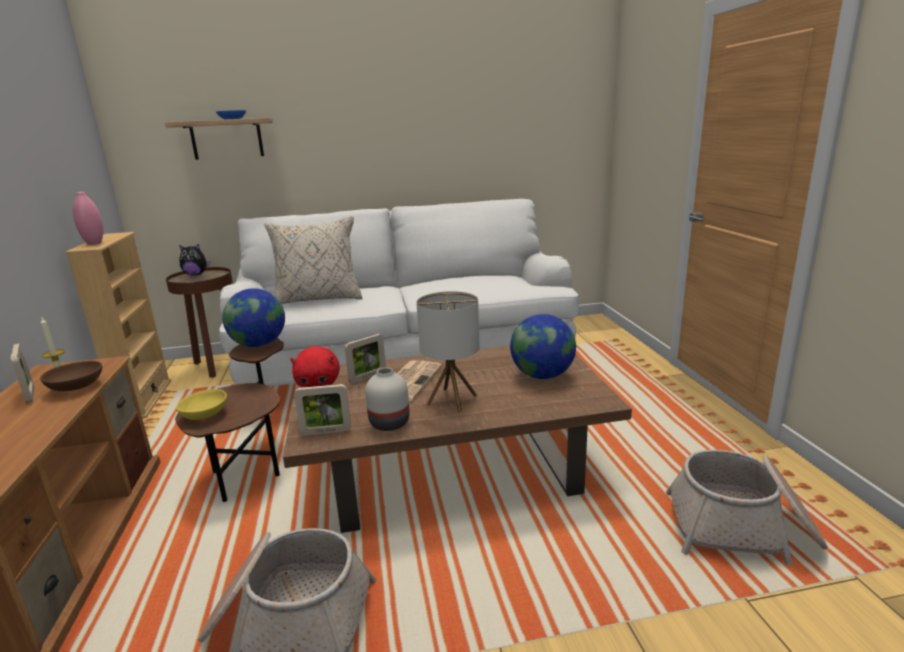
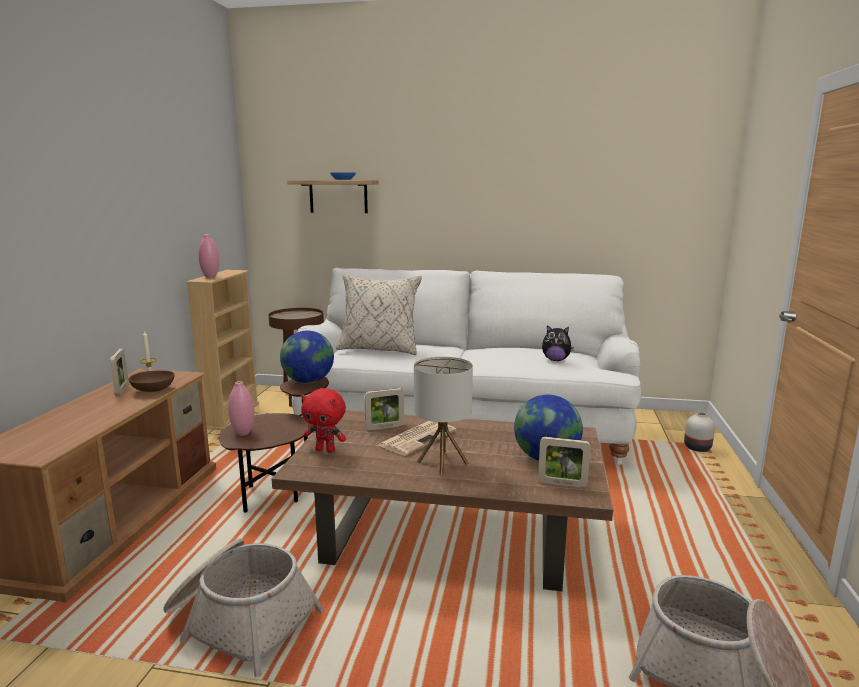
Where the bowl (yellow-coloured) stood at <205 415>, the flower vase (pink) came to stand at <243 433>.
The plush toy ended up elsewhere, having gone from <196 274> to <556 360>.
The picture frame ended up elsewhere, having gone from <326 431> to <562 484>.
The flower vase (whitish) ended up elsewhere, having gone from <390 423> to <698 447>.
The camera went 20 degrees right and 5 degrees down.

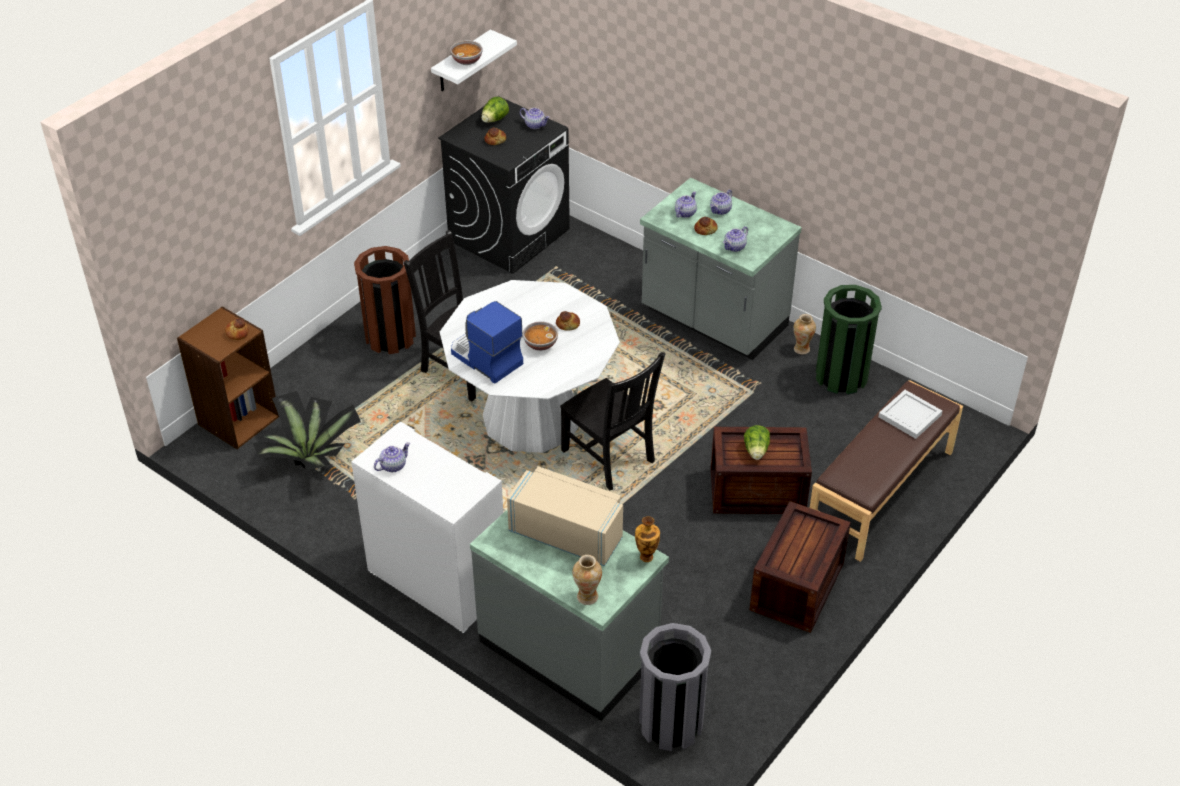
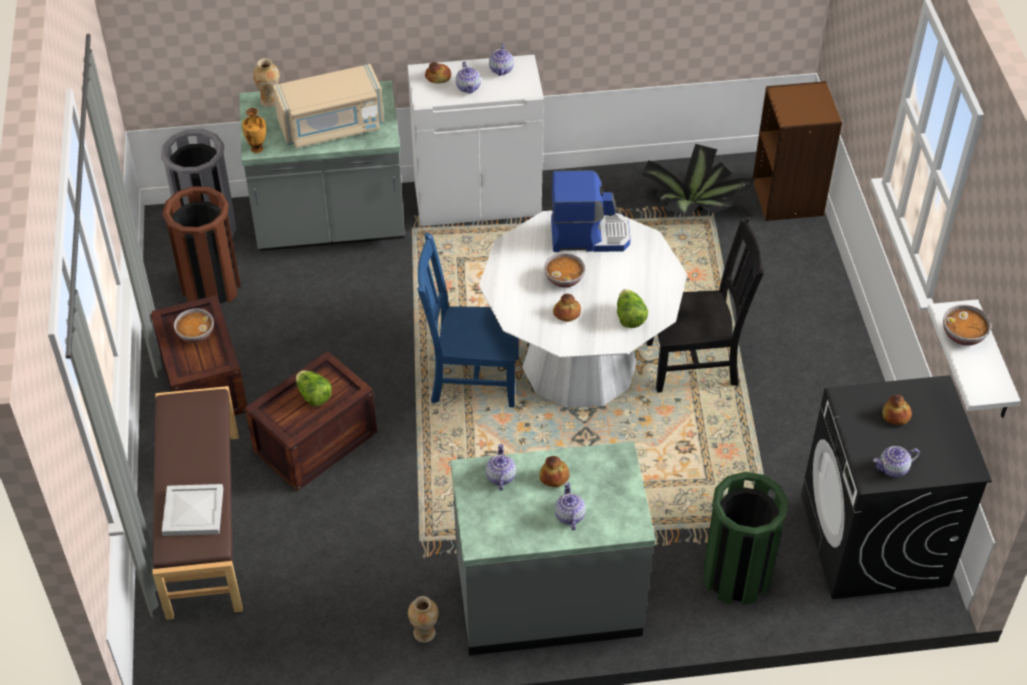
The bread ended up elsewhere, having gone from <237 333> to <438 77>.
The trash can (brown-coloured) ended up elsewhere, having gone from <390 337> to <211 287>.
The lettuce ended up elsewhere, having gone from <494 120> to <629 317>.
What was the plain chair (blackish) at <610 458> turned into the plain chair (blue-coloured) at <471 378>.
The pot for tea ended up elsewhere, having gone from <685 213> to <468 87>.
The trash can (green-coloured) ended up elsewhere, having gone from <841 376> to <736 576>.
The second view gained the bowl at <195 334>.
The camera went 135 degrees right and 5 degrees up.

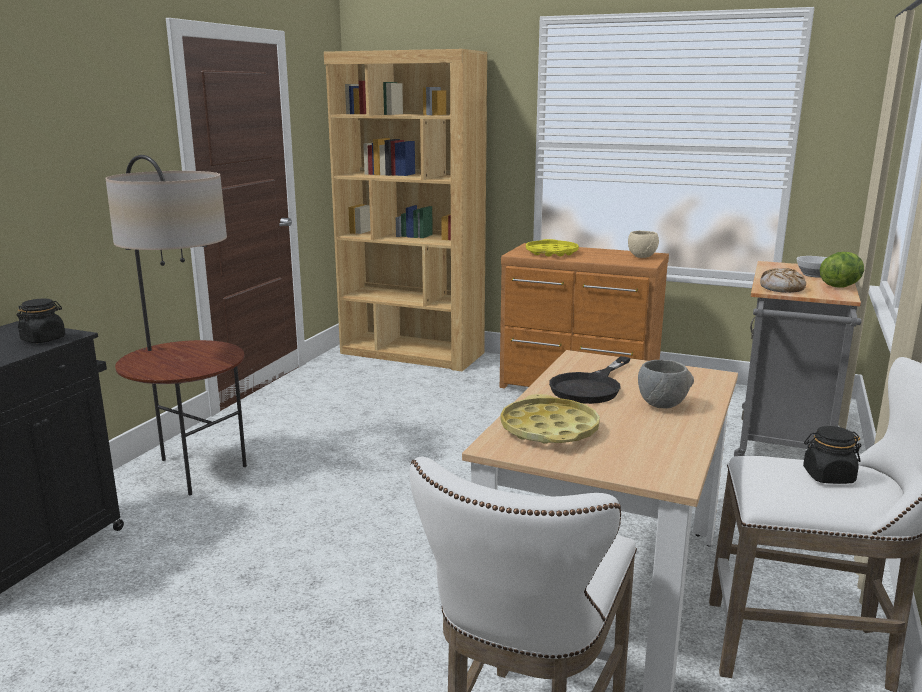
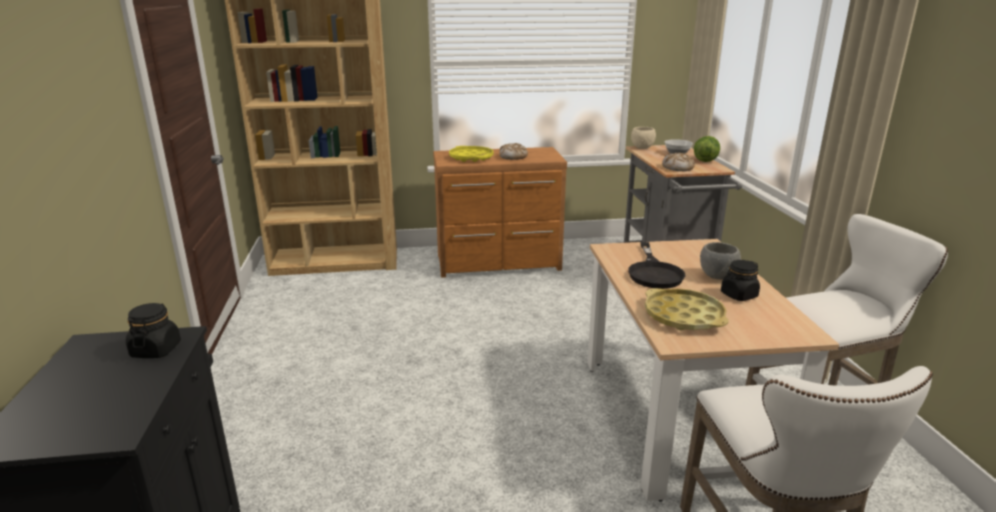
The second view lost the standard lamp at <194 471>.
The bowl (beige) ended up elsewhere, having gone from <642 257> to <642 148>.
The storage jar (blackish) ended up elsewhere, having gone from <828 476> to <738 295>.
The second view gained the bread at <513 157>.
The camera went 30 degrees left and 5 degrees up.

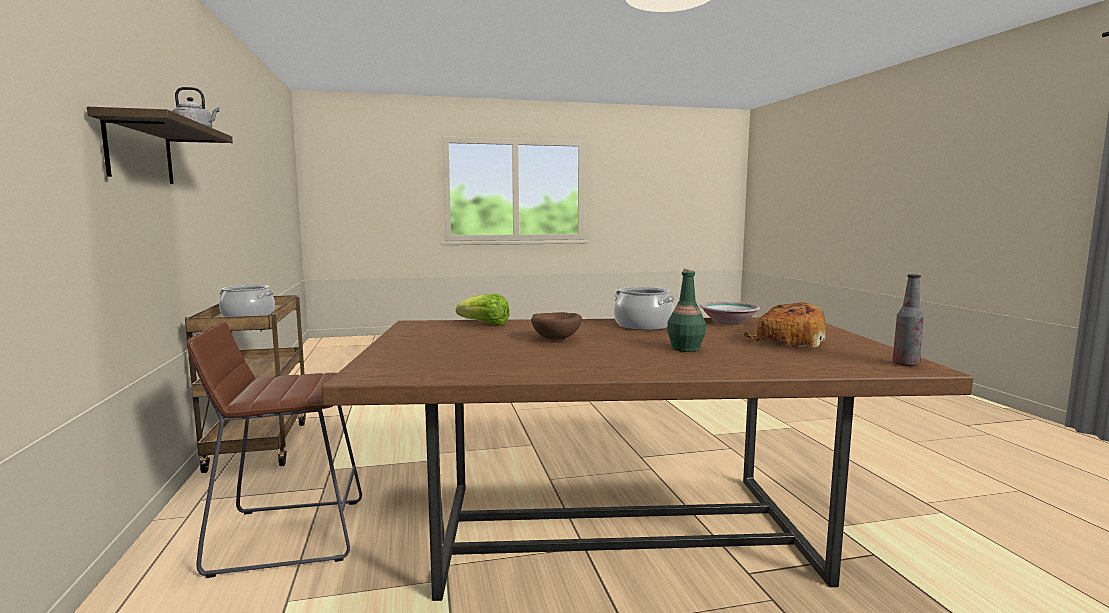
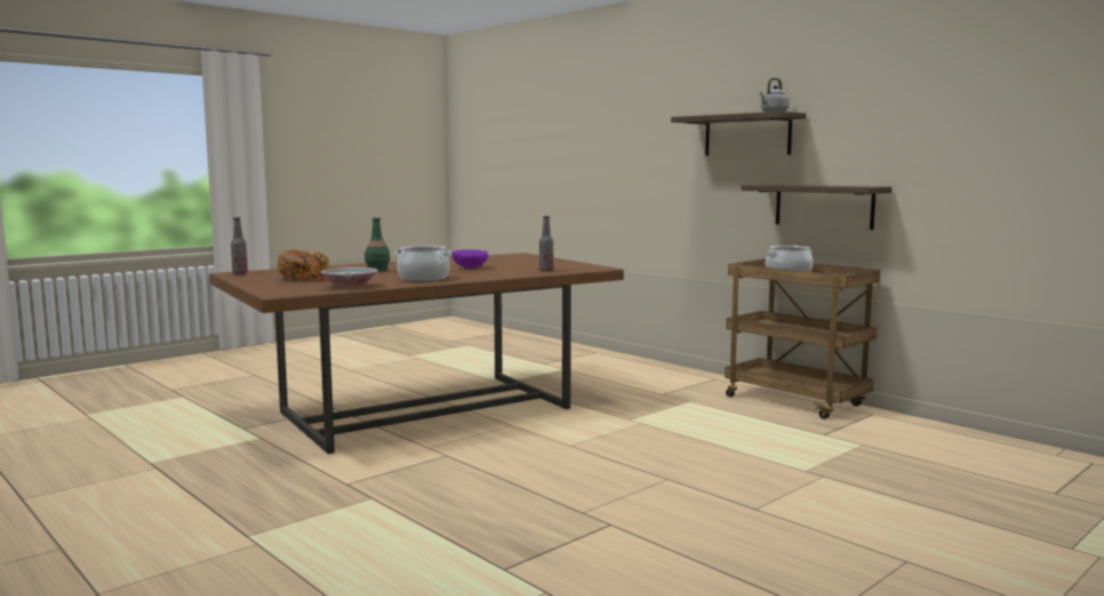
The second view lost the stool (brown-coloured) at <288 535>.
Where the lettuce stood at <485 325>, the beverage bottle came to stand at <546 270>.
What was the bowl (brown-coloured) at <557 339> turned into the bowl (purple) at <469 268>.
The second view gained the shelf at <823 206>.
The camera went 150 degrees right and 0 degrees up.

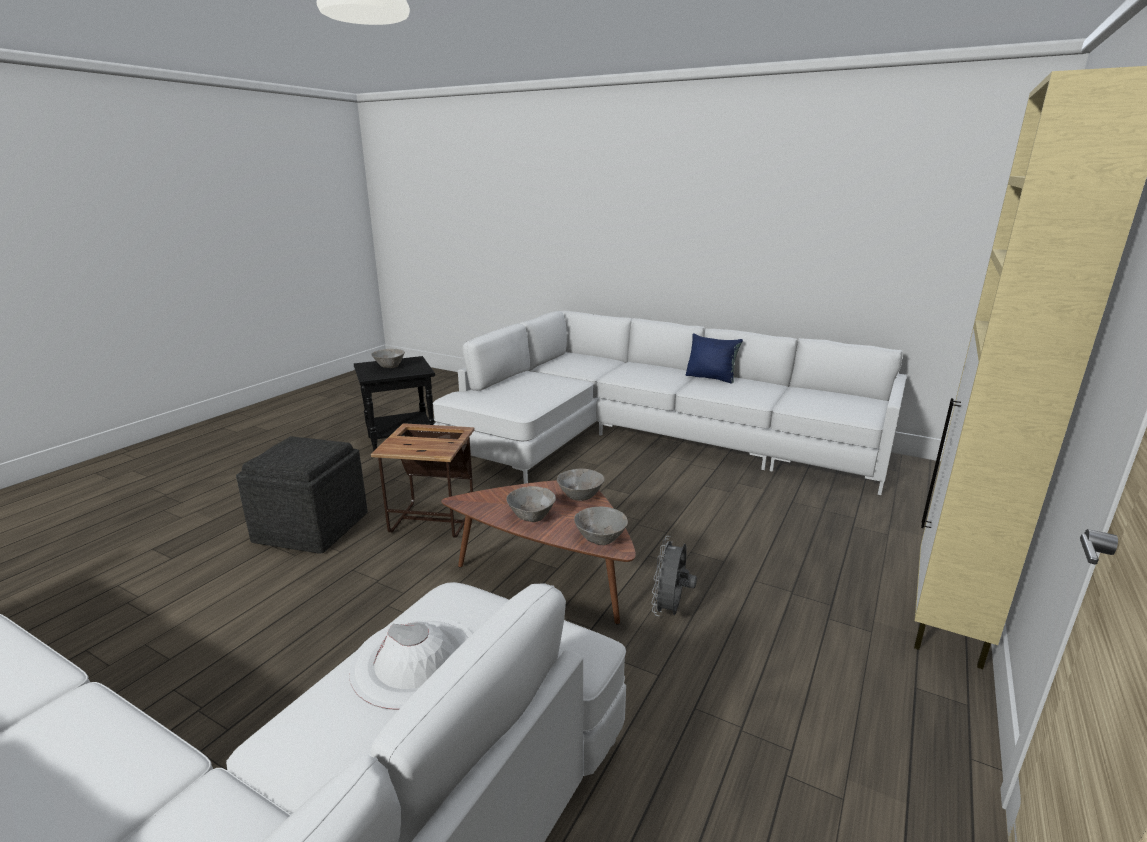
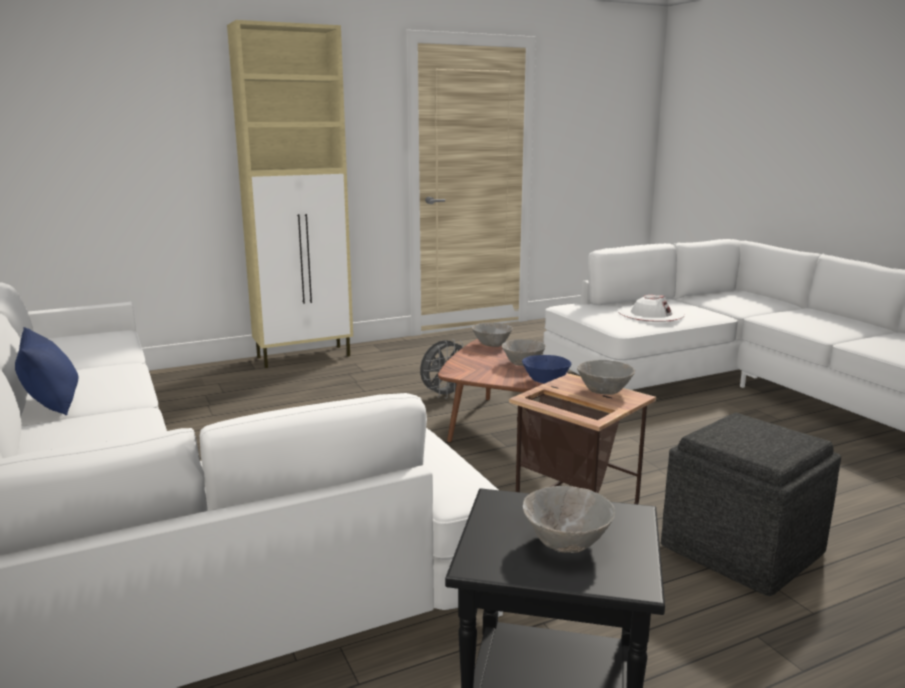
The bowl (grey) ended up elsewhere, having gone from <580 496> to <605 391>.
The second view gained the bowl (blue-coloured) at <545 381>.
The camera went 145 degrees left and 5 degrees down.

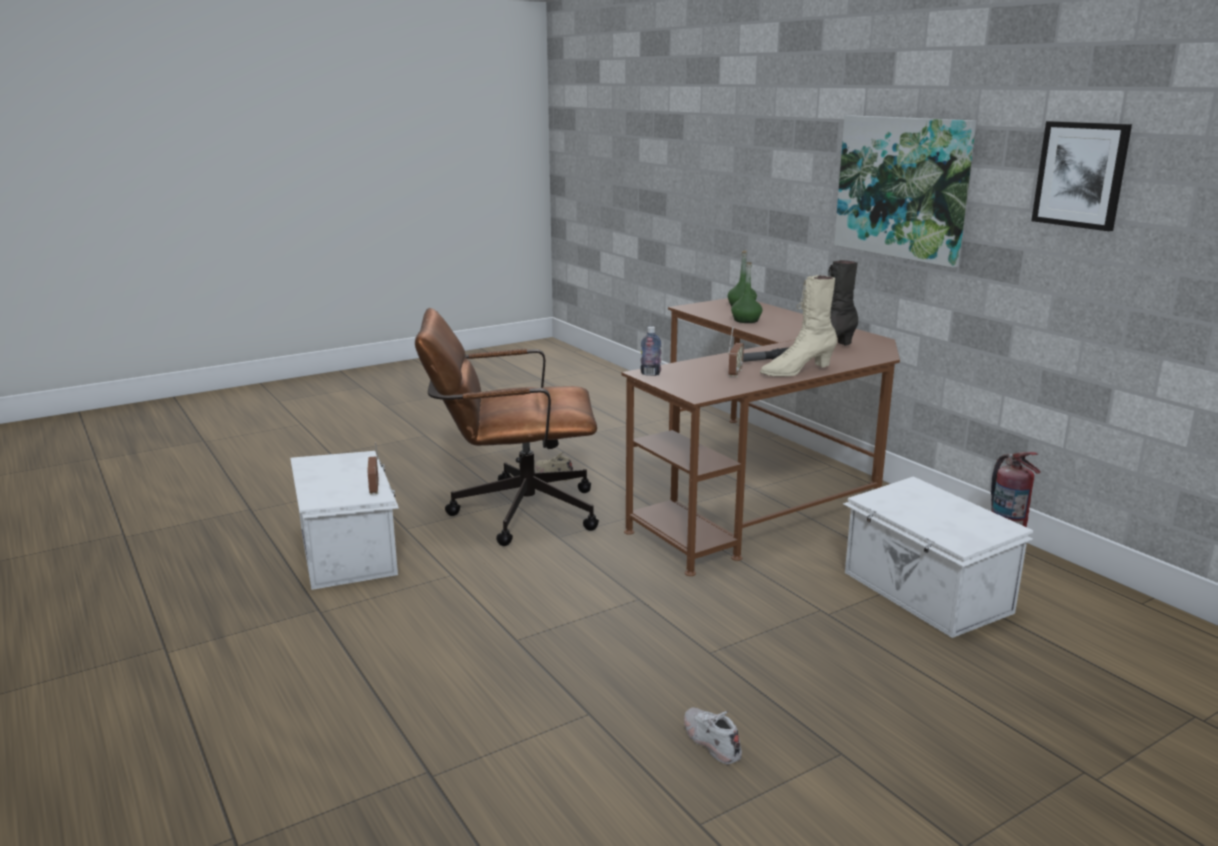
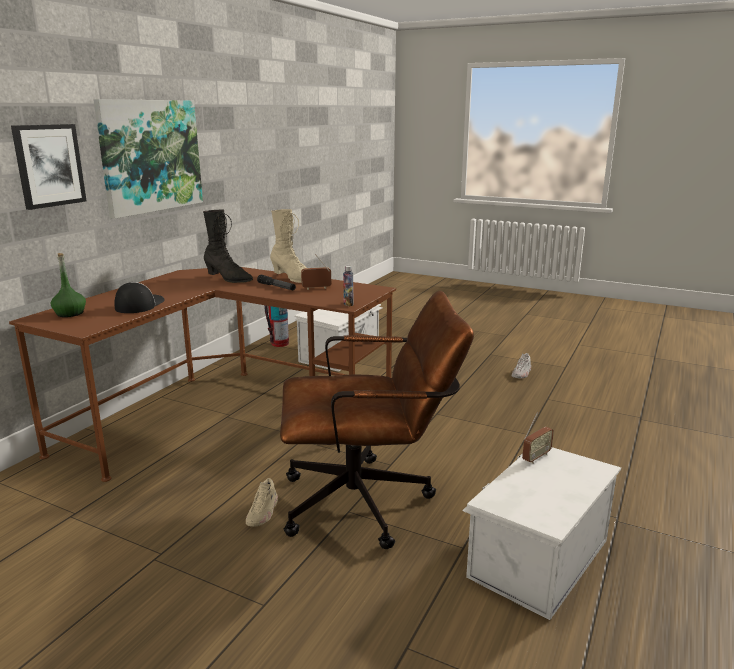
The desk chair (brown-coloured) at <512 512> ended up facing another way, 60 degrees counterclockwise from before.
Where the beverage bottle (green-coloured) stood at <746 320>, the peaked cap came to stand at <139 305>.
The picture ended up elsewhere, having gone from <1081 175> to <49 165>.
The camera went 120 degrees left and 0 degrees up.

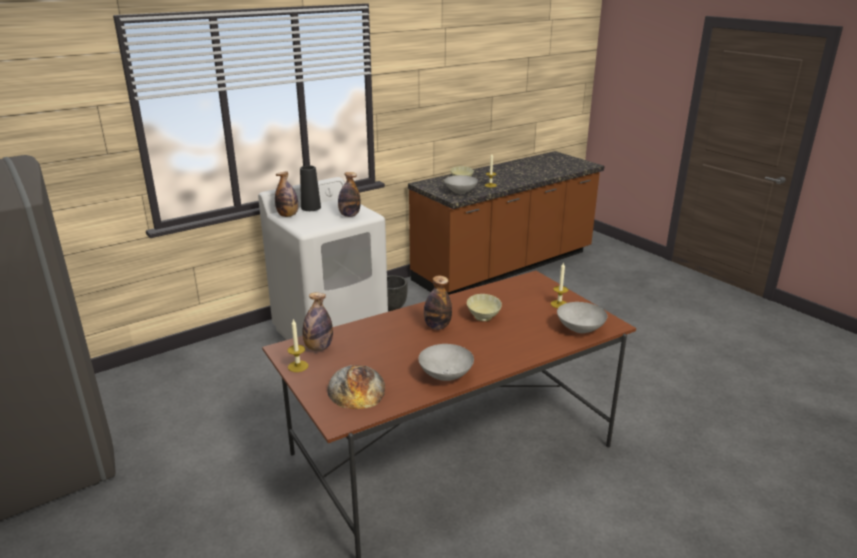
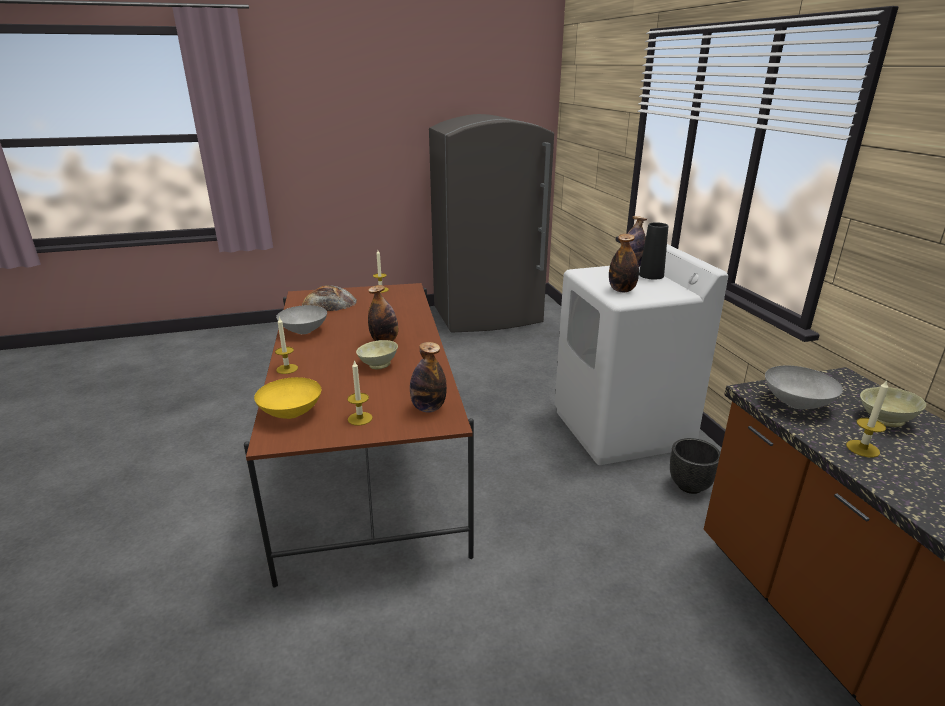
The beverage bottle ended up elsewhere, having gone from <318 347> to <428 408>.
What was the bowl (grey) at <581 329> turned into the bowl (yellow-coloured) at <290 414>.
The second view gained the wax light at <287 369>.
The camera went 110 degrees right and 0 degrees up.

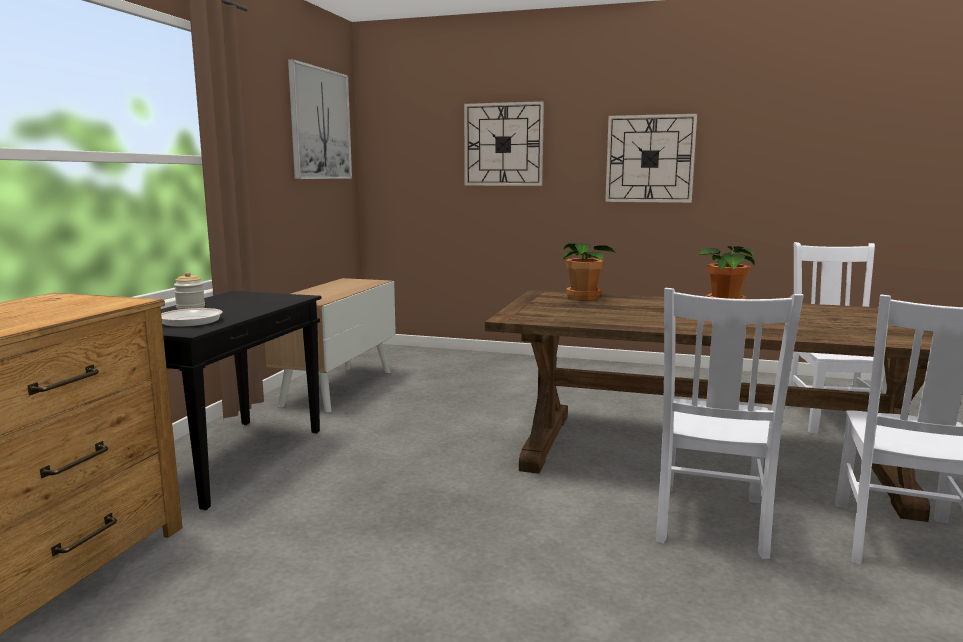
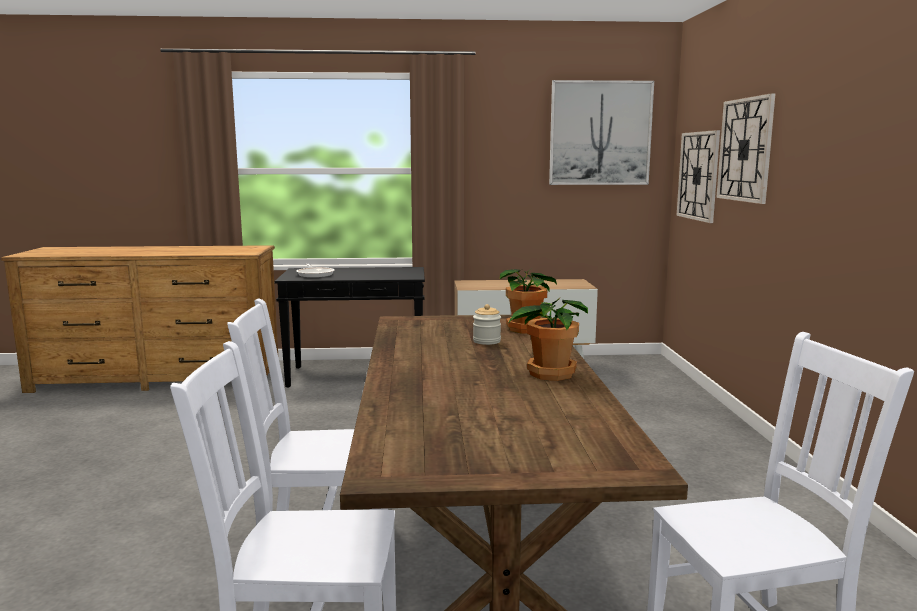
The storage jar ended up elsewhere, having gone from <190 308> to <486 341>.
The wall clock ended up elsewhere, having gone from <650 159> to <698 176>.
The camera went 70 degrees right and 0 degrees up.

